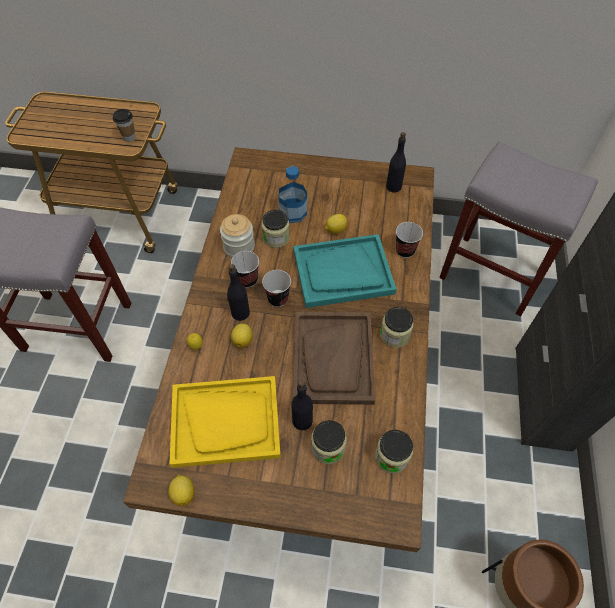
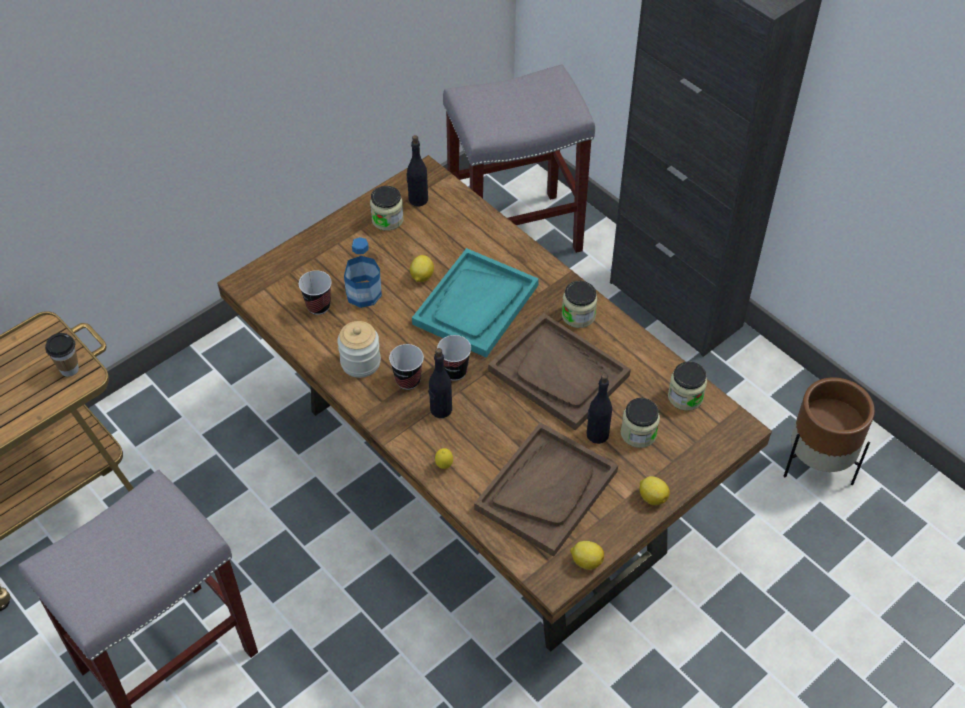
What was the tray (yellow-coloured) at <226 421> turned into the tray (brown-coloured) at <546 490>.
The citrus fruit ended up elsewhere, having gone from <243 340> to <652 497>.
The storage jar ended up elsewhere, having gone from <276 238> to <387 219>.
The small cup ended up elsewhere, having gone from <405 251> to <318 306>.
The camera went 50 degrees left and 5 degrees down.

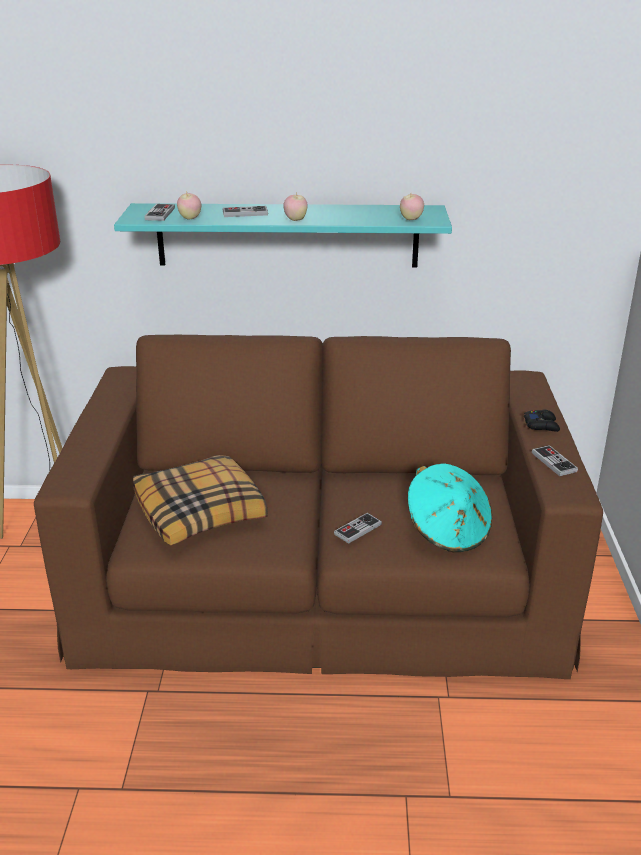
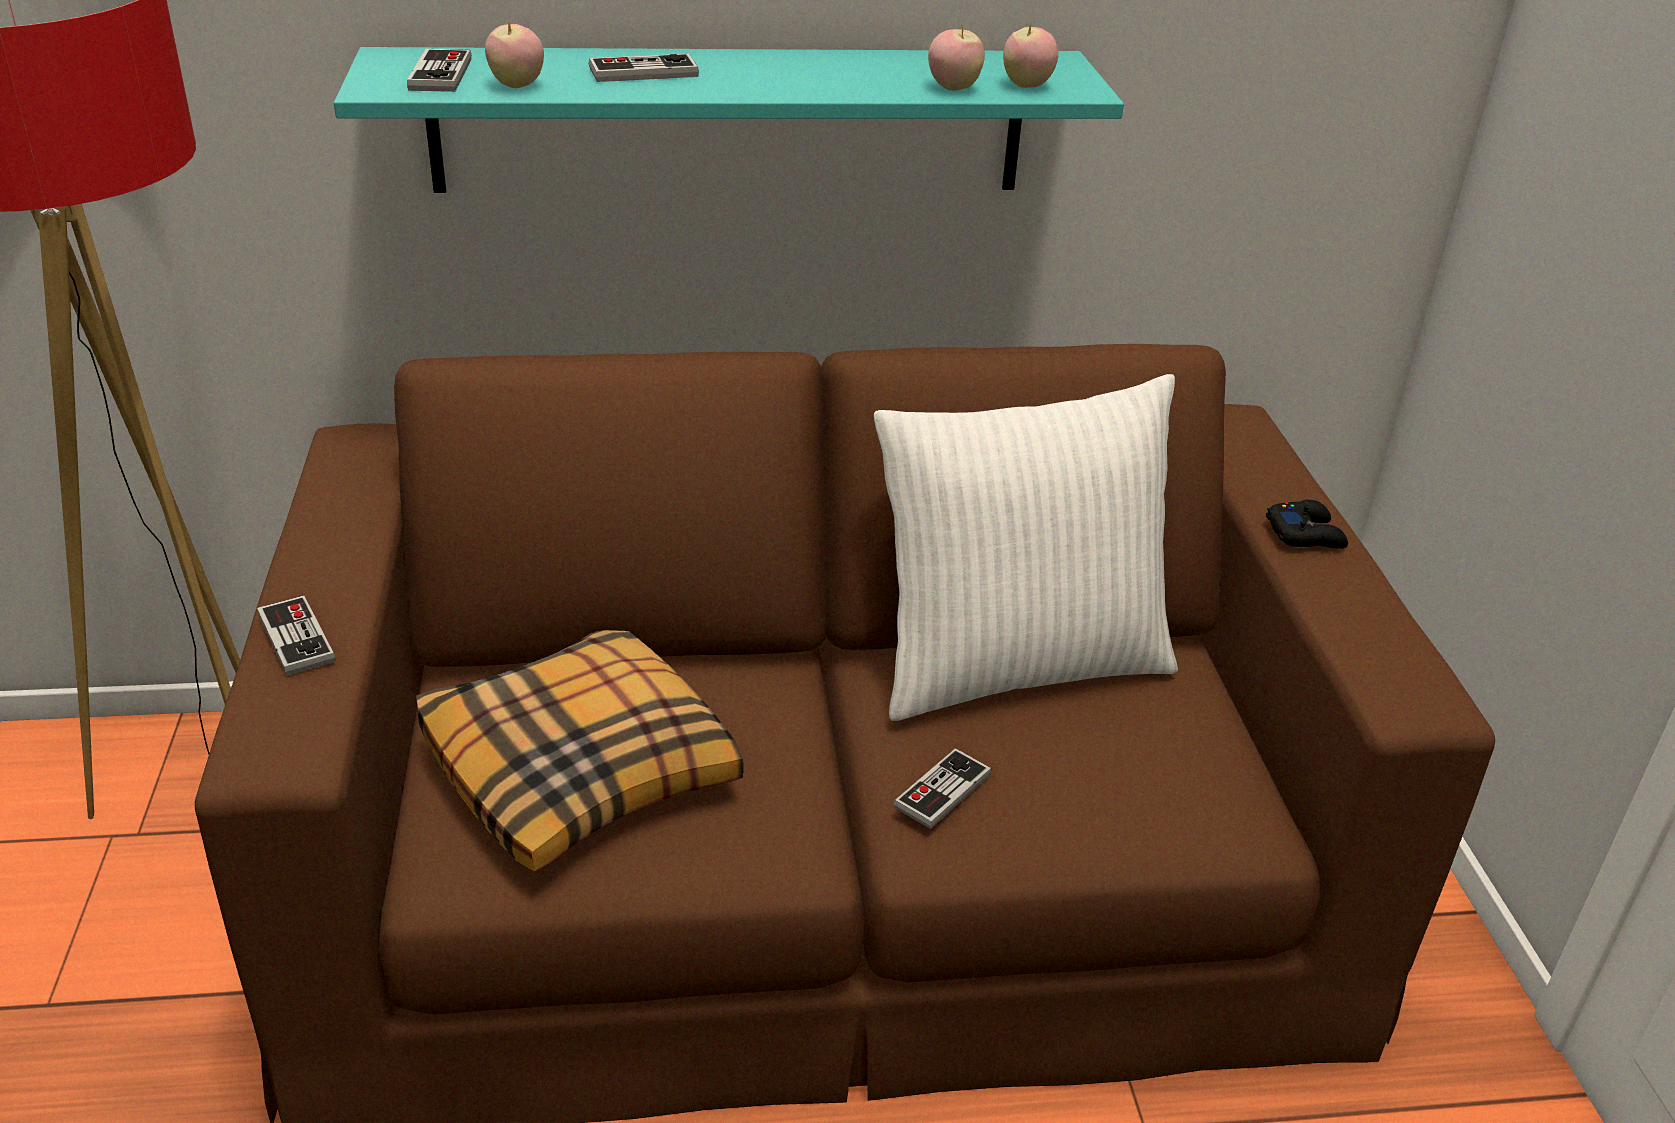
The whole apple ended up elsewhere, having gone from <295 220> to <953 88>.
The second view lost the wearable hat (blue-green) at <447 531>.
The joypad ended up elsewhere, having gone from <554 462> to <296 638>.
The second view gained the throw pillow (whitish) at <1016 664>.
The camera went 10 degrees left and 5 degrees up.

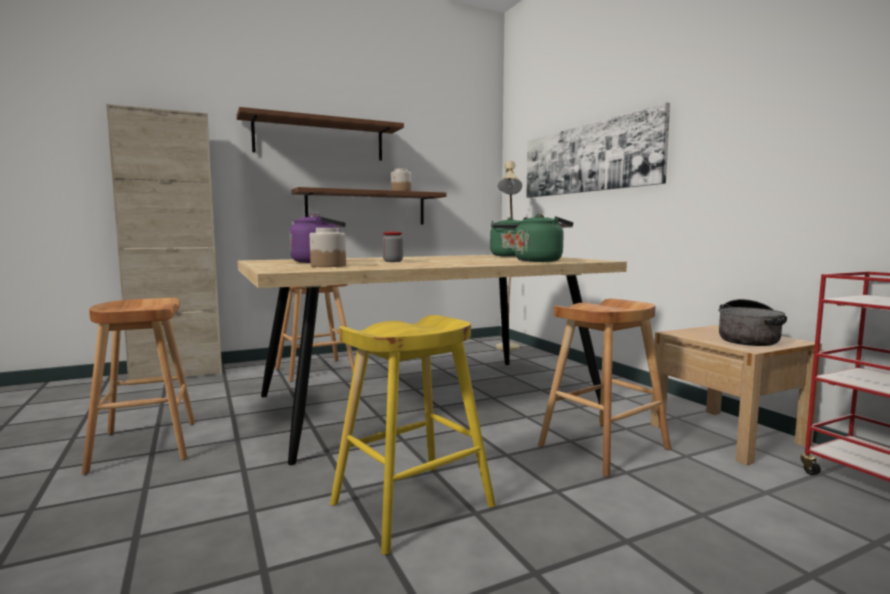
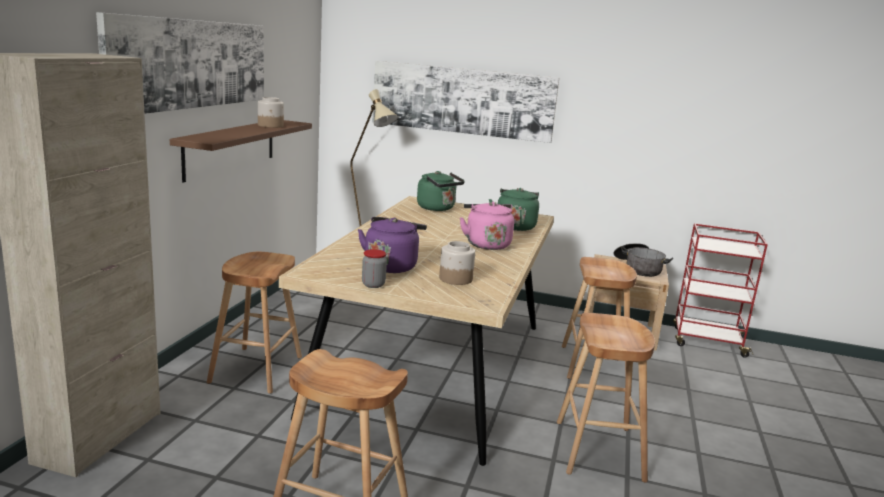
Where the shelf (brown-coloured) hung at <320 139>, the picture came to hang at <192 63>.
What was the stool (yellow-coloured) at <413 505> turned into the stool (brown-coloured) at <598 450>.
The storage jar ended up elsewhere, having gone from <393 261> to <373 285>.
The second view gained the tea kettle (pink) at <486 244>.
The camera went 50 degrees left and 10 degrees up.

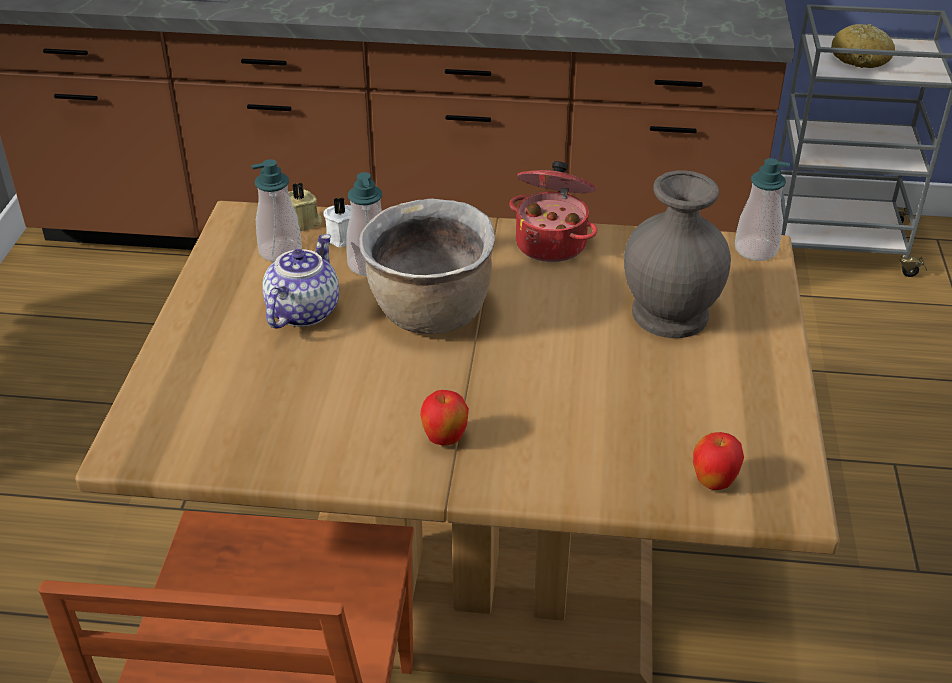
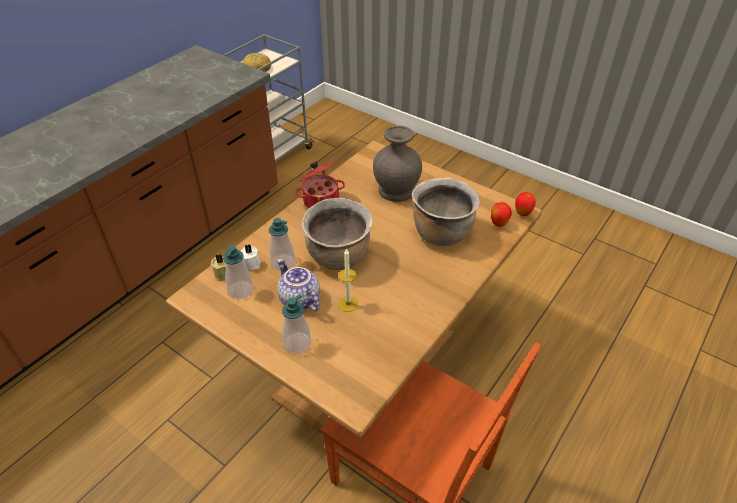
The whole apple ended up elsewhere, having gone from <444 440> to <522 213>.
The soap dispenser ended up elsewhere, having gone from <755 250> to <297 343>.
The second view gained the wax light at <348 304>.
The second view gained the saucepot (brown-coloured) at <441 233>.
The camera went 60 degrees left and 5 degrees up.

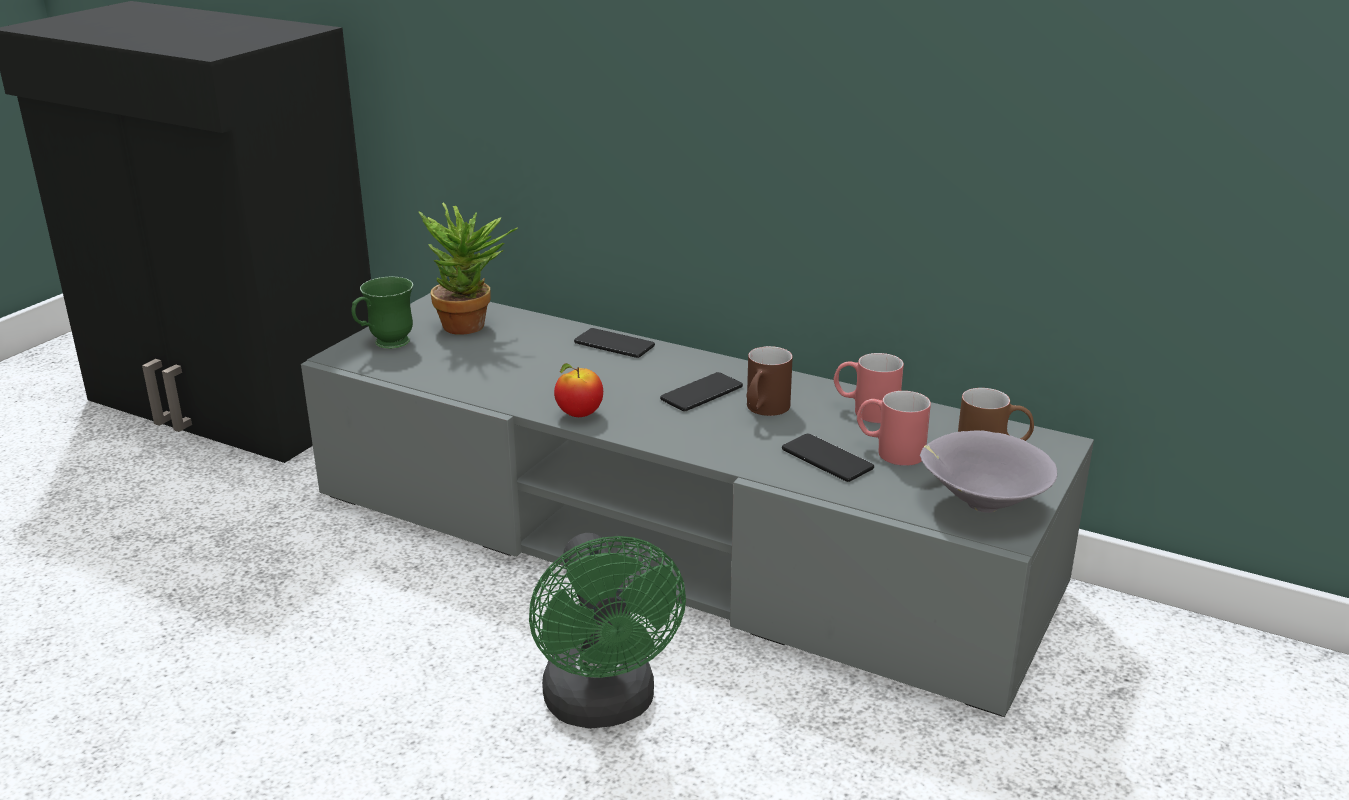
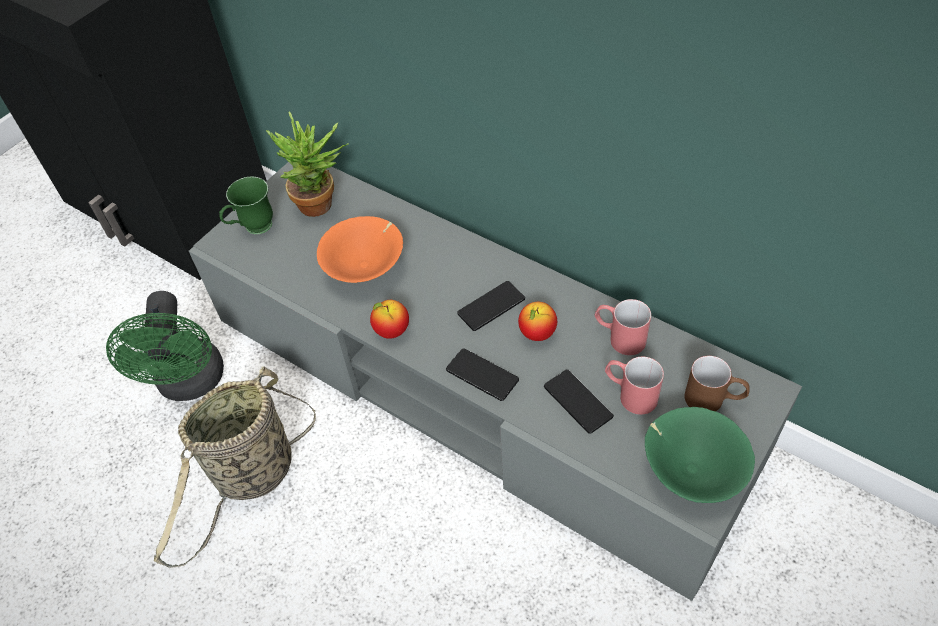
The fan (green-coloured) ended up elsewhere, having gone from <604 706> to <191 384>.
The telephone ended up elsewhere, having gone from <614 344> to <482 375>.
Where the coffee mug (brown-coloured) stood at <763 411>, the whole apple came to stand at <537 333>.
What was the bowl (grey) at <980 504> turned into the bowl (green-coloured) at <691 469>.
The second view gained the household basket at <252 478>.
The second view gained the bowl (orangey) at <366 268>.
The camera went 10 degrees right and 25 degrees up.

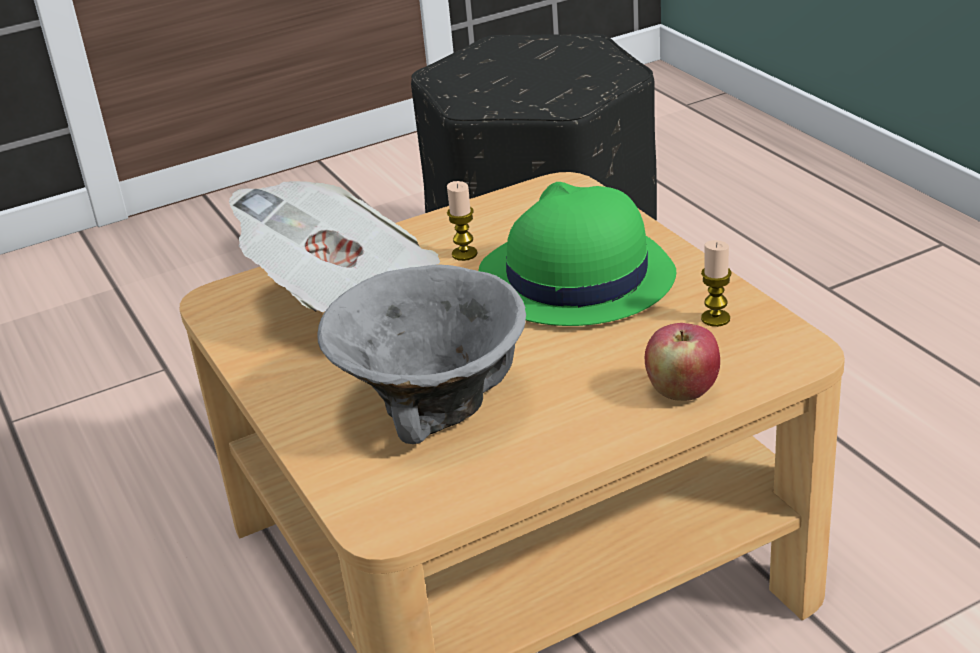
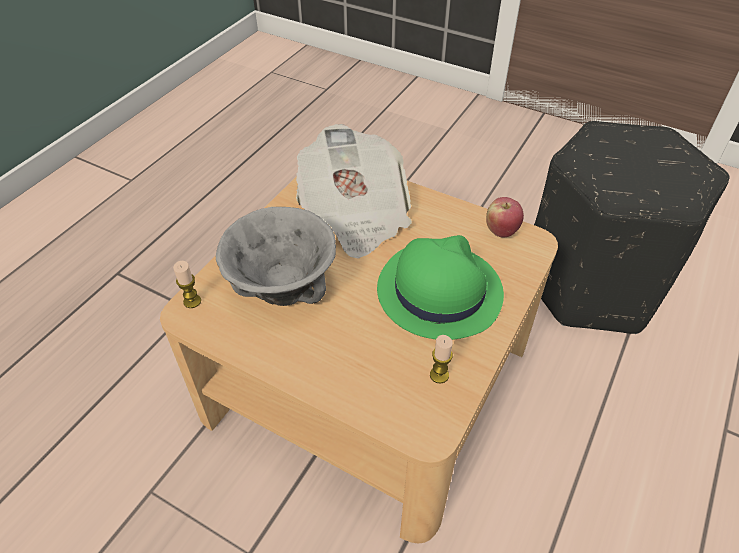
The wax light ended up elsewhere, having gone from <464 254> to <192 301>.
The whole apple ended up elsewhere, having gone from <682 391> to <501 231>.
The camera went 55 degrees right and 15 degrees up.

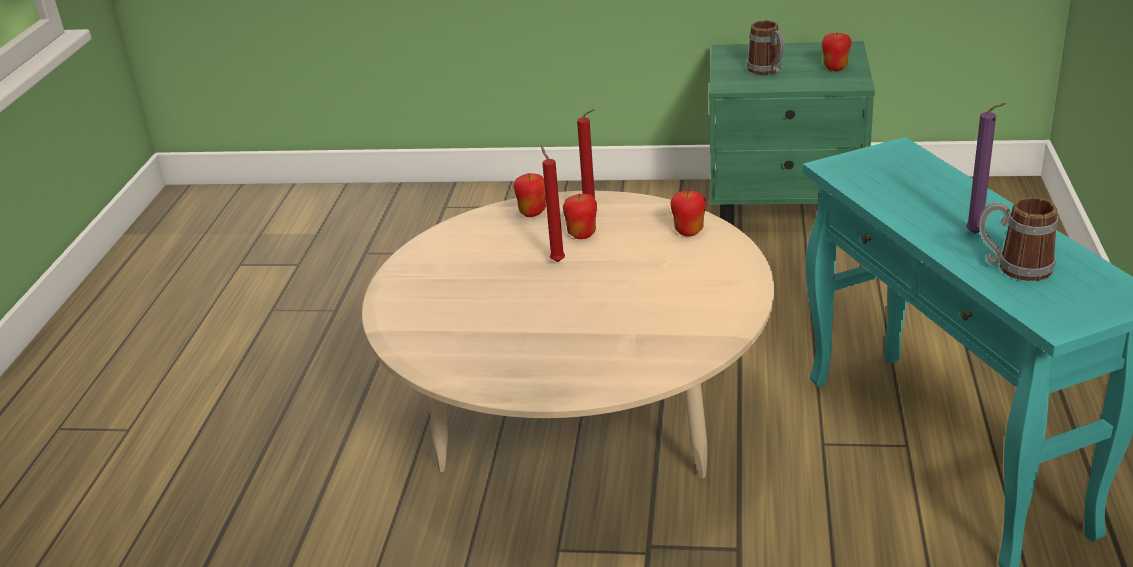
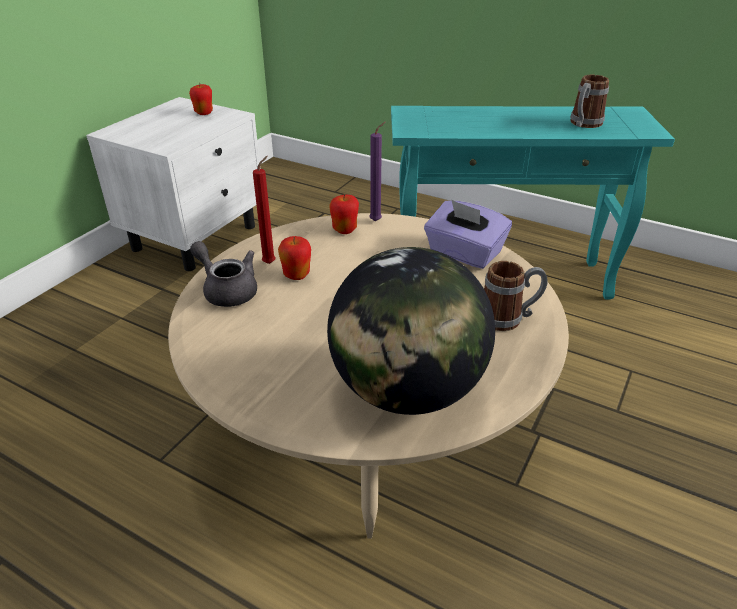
Where the whole apple stood at <532 213>, the pot for tea (grey) came to stand at <227 290>.
The second view lost the wax light (red) at <556 260>.
What was the night table (green-coloured) at <787 208> turned into the night table (whitish) at <196 237>.
The coffee mug ended up elsewhere, having gone from <768 71> to <508 318>.
The wax light (purple) ended up elsewhere, having gone from <977 234> to <377 220>.
The second view gained the globe at <407 390>.
The second view gained the tissue box (purple) at <464 253>.
The camera went 70 degrees left and 5 degrees up.

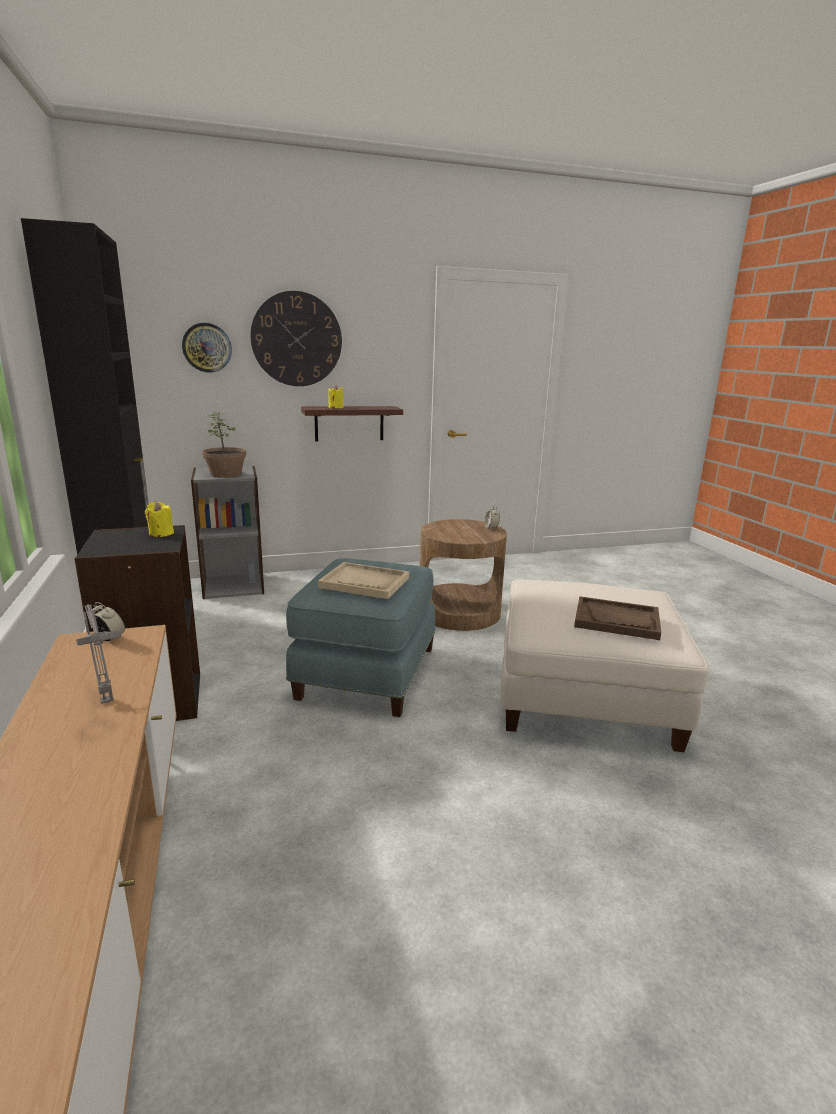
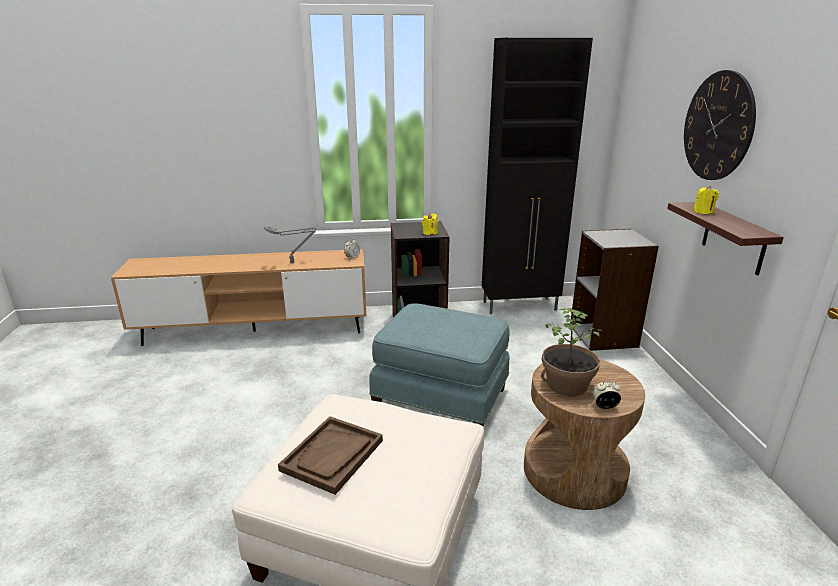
The second view lost the wall clock at <207 347>.
The potted plant ended up elsewhere, having gone from <226 474> to <567 385>.
The second view lost the tray (beige) at <365 582>.
The camera went 100 degrees right and 5 degrees up.

